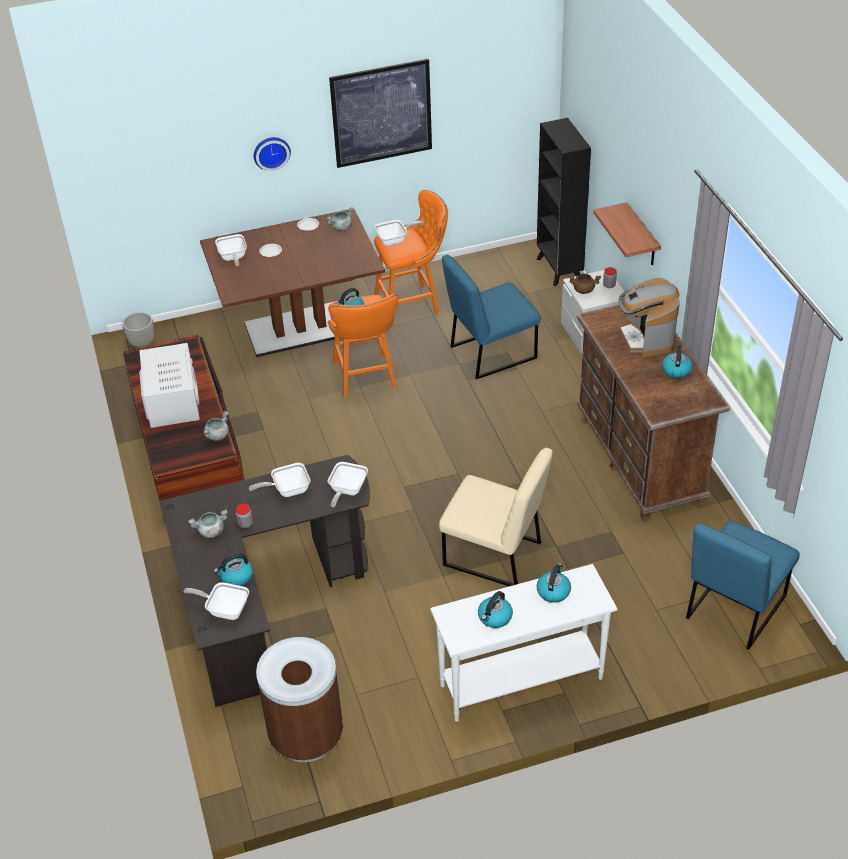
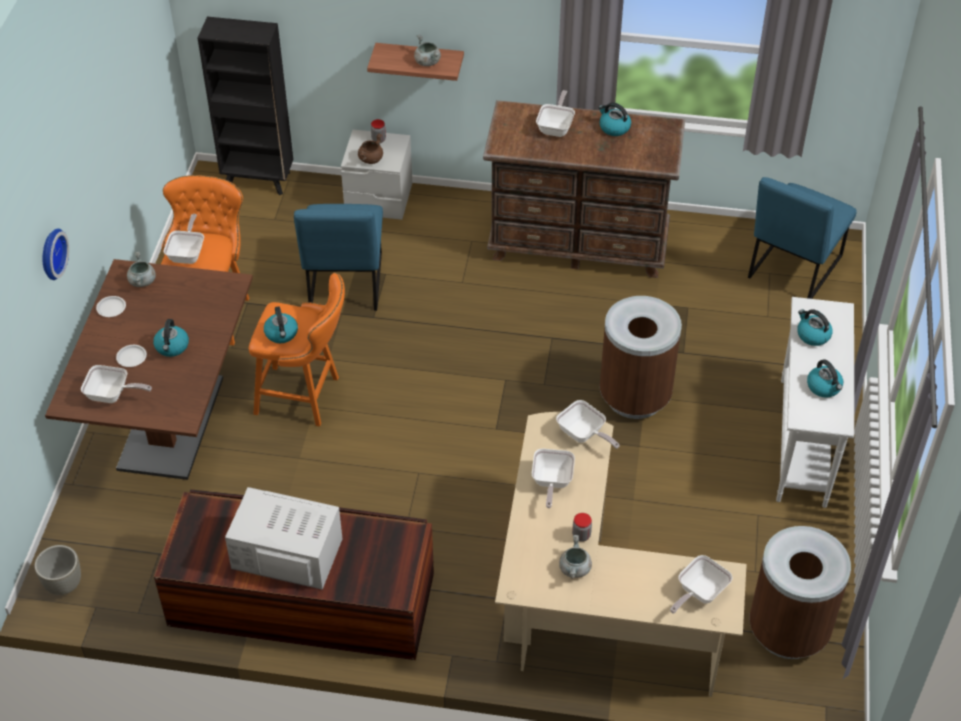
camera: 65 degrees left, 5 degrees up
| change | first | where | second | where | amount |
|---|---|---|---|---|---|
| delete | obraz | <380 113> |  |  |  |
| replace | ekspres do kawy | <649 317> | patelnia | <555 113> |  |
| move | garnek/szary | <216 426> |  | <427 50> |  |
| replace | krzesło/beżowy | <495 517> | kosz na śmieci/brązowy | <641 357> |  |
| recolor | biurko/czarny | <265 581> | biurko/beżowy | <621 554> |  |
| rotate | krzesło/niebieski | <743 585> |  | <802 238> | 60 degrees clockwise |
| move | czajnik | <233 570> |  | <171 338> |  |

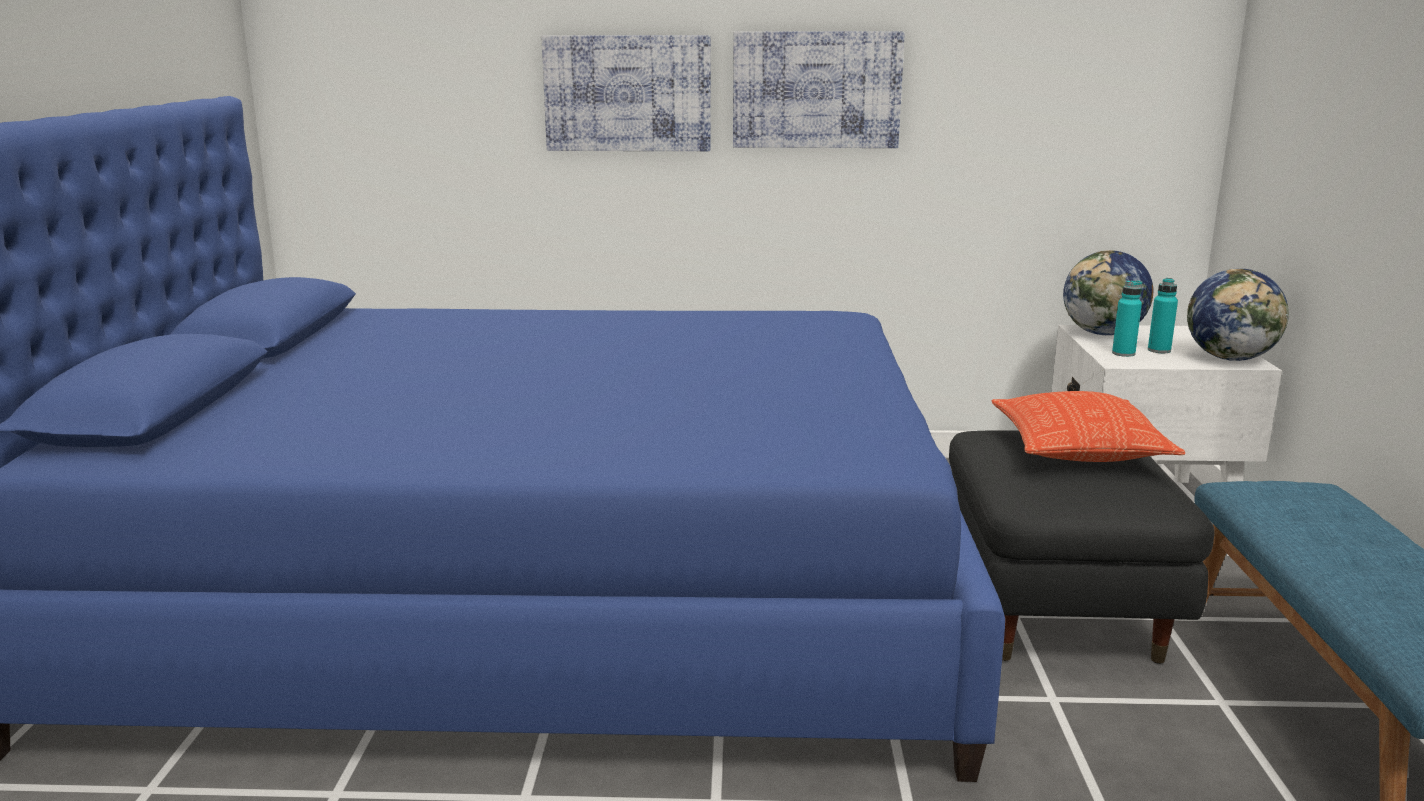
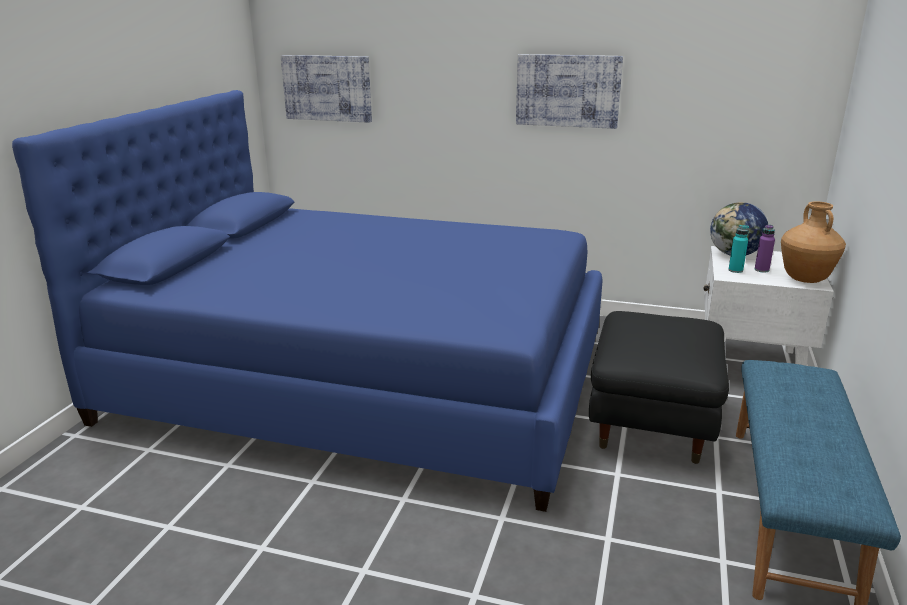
camera: 15 degrees right, 5 degrees up
| change | first | where | second | where | amount |
|---|---|---|---|---|---|
| move | obraz | <626 93> |  | <326 89> |  |
| replace | globus | <1238 315> | wazon/brązowy | <813 242> |  |
| recolor | butelka/turkusowy | <1163 315> | butelka/fioletowy | <765 249> |  |
| delete | poduszka/pomarańczowy | <1088 426> |  |  |  |

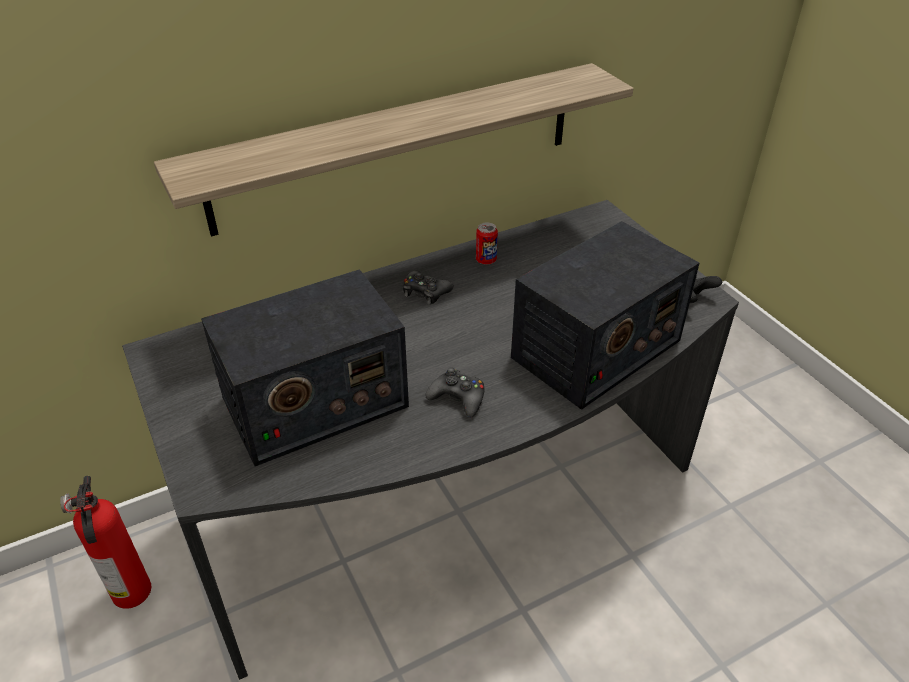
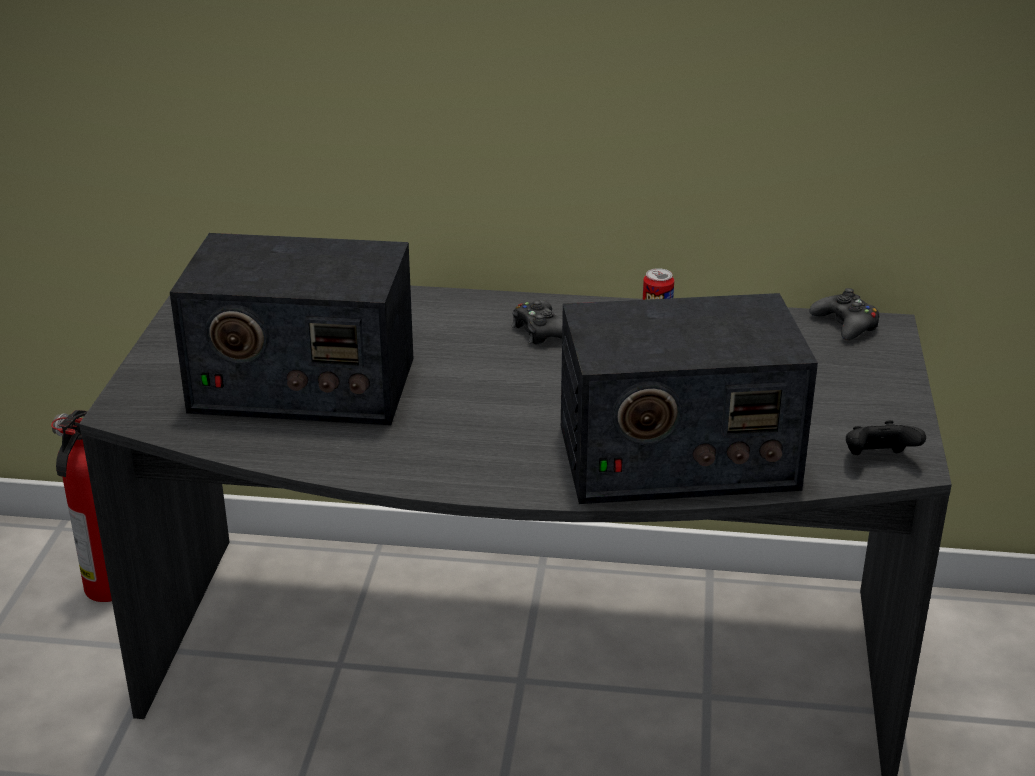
camera: 35 degrees right, 10 degrees down
| change | first | where | second | where | amount |
|---|---|---|---|---|---|
| delete | półka | <394 149> |  |  |  |
| move | pad do gier/czarny | <455 392> |  | <844 314> |  |

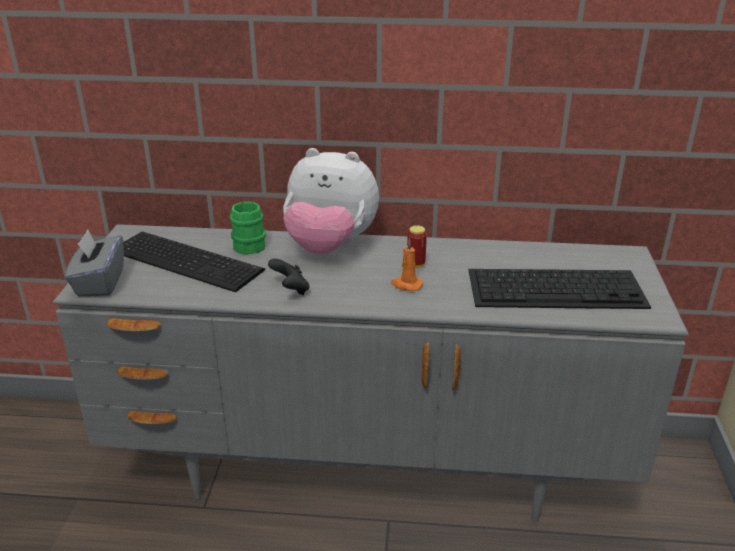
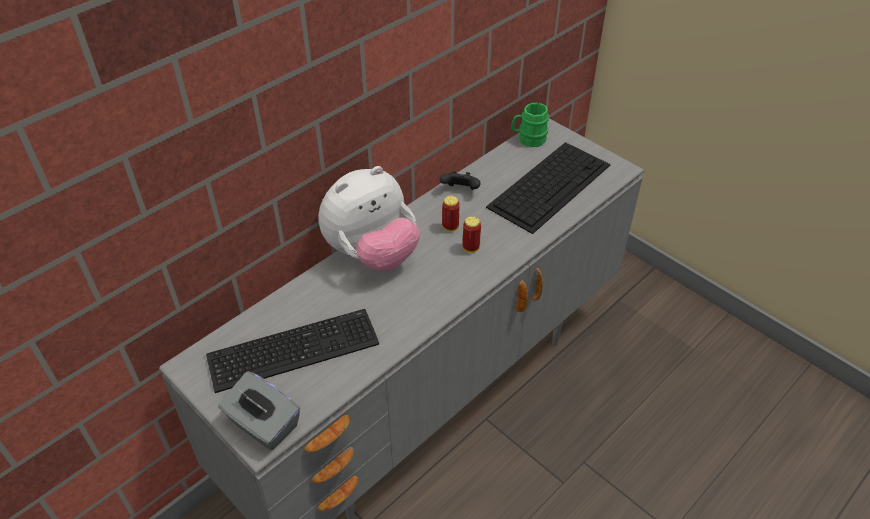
camera: 50 degrees left, 15 degrees up
| change | first | where | second | where | amount |
|---|---|---|---|---|---|
| move | kubek/zielony | <248 228> |  | <530 125> |  |
| replace | świeca/pomarańczowy | <407 264> | puszka | <472 234> |  |
| move | pad do gier/czarny | <289 276> |  | <460 180> |  |

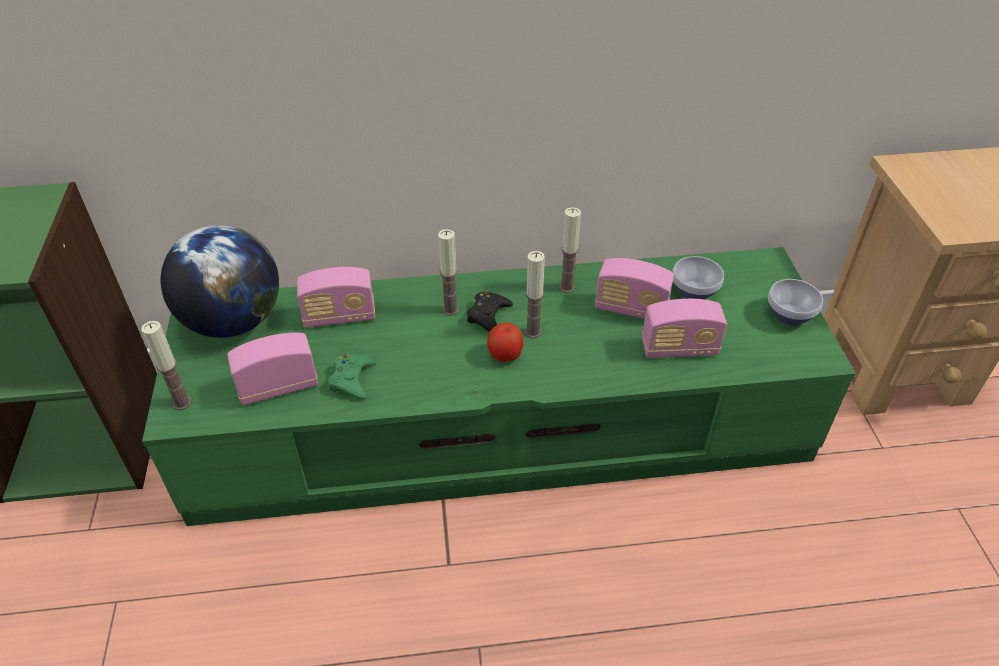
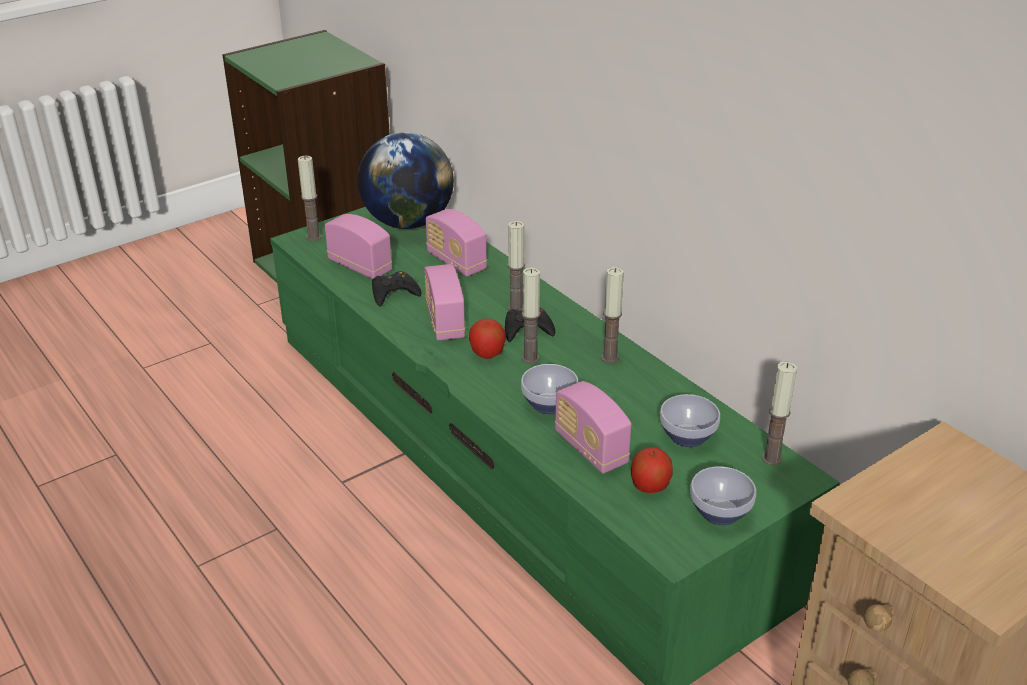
camera: 60 degrees right, 10 degrees down
| change | first | where | second | where | amount |
|---|---|---|---|---|---|
| move | radio | <634 288> |  | <444 302> |  |
| recolor | pad do gier/zielony | <352 377> | pad do gier/czarny | <397 288> |  |
| insert |  |  | świeca | <779 413> |  |
| insert |  |  | miska | <549 389> |  |
| insert |  |  | jabłko | <652 470> |  |

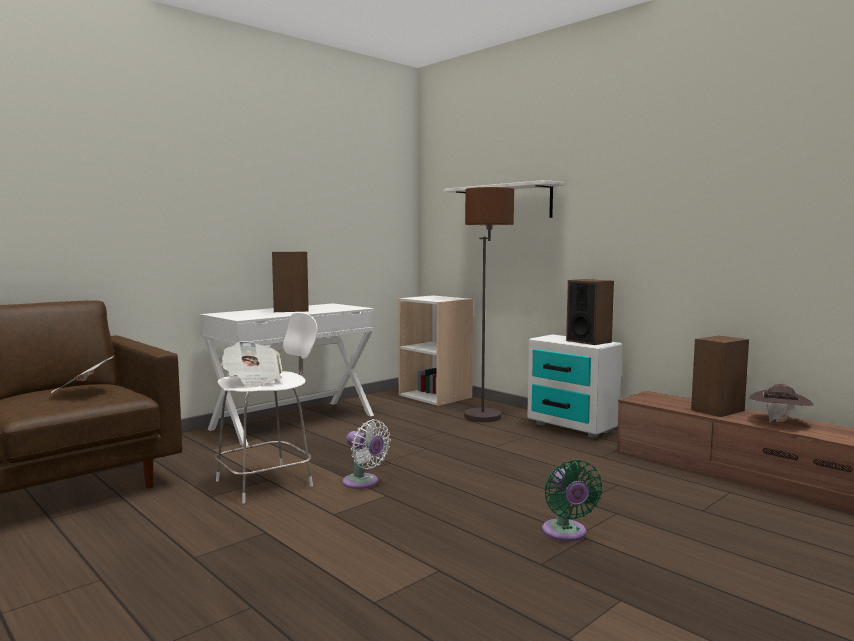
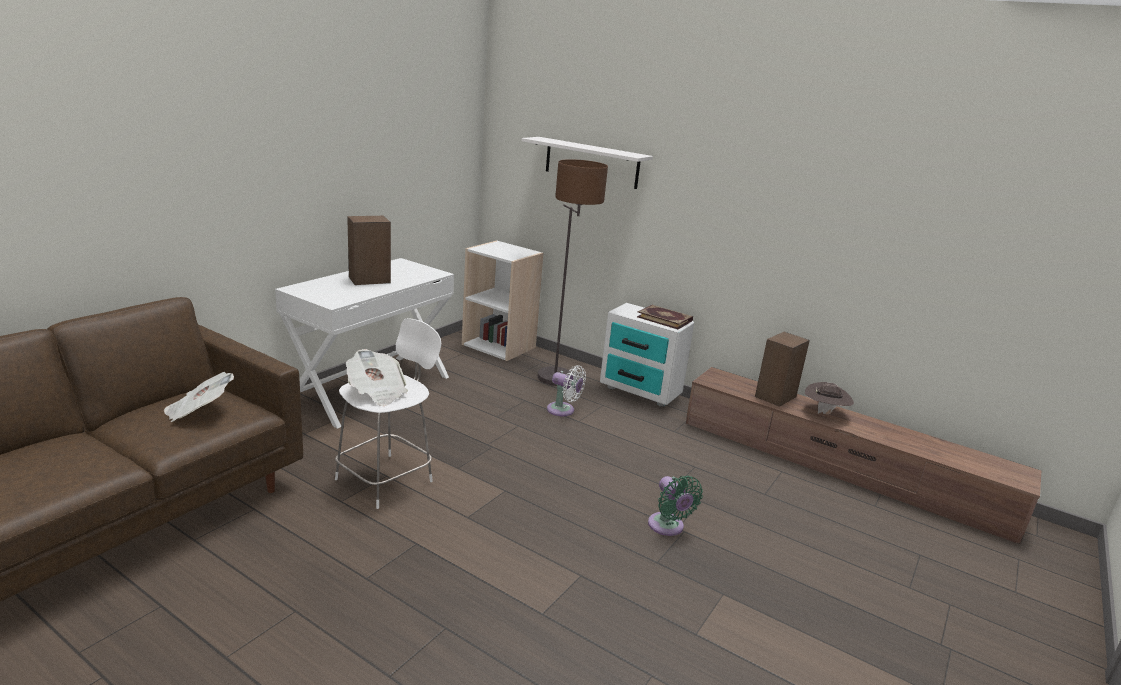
camera: 15 degrees left, 15 degrees up
| change | first | where | second | where | amount |
|---|---|---|---|---|---|
| replace | głośnik | <590 312> | książka | <665 317> |  |
| move | wentylator/biały | <366 454> |  | <566 390> |  |

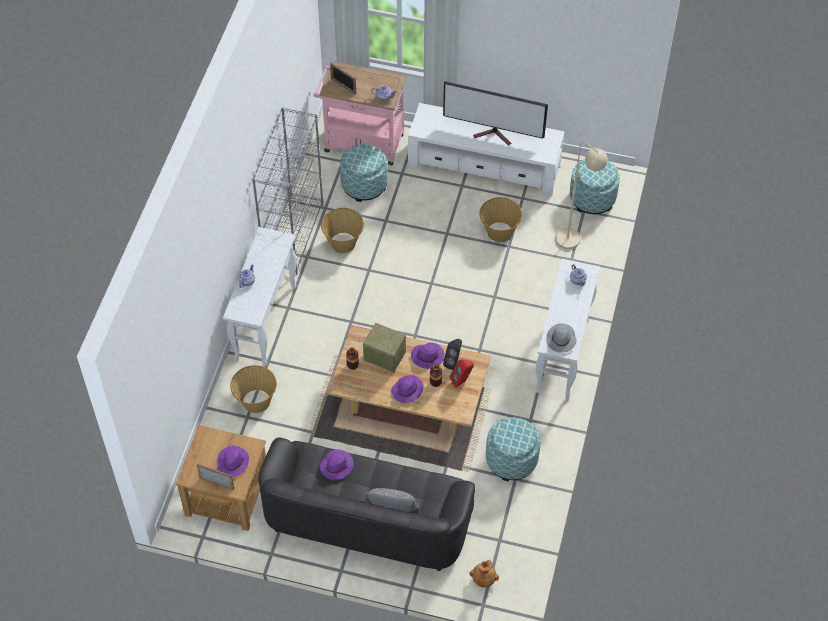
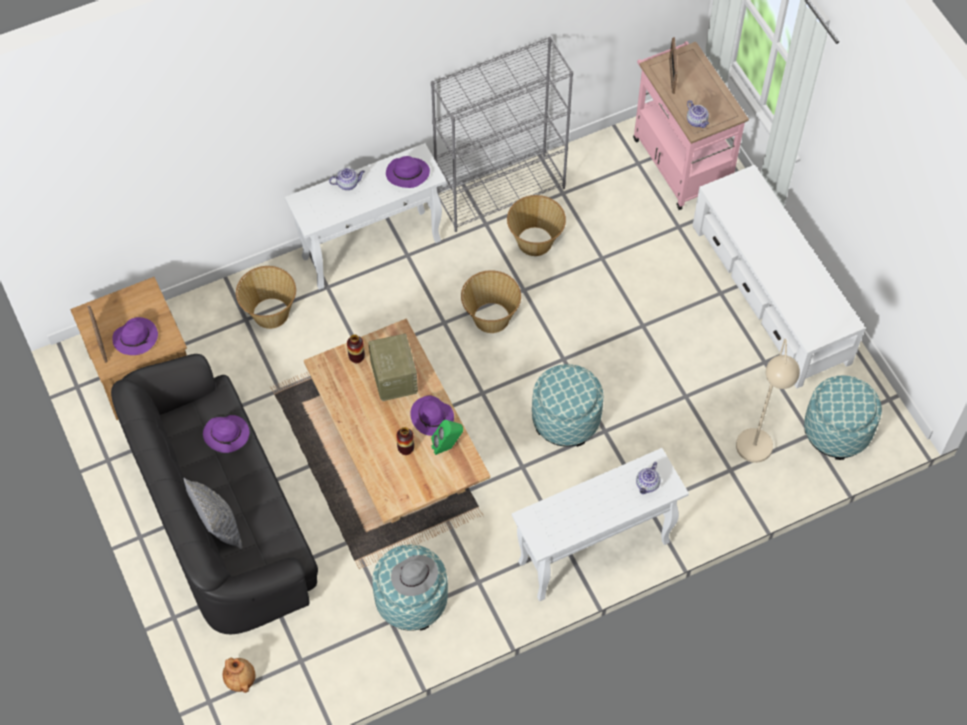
camera: 50 degrees right, 5 degrees up
| change | first | where | second | where | amount |
|---|---|---|---|---|---|
| delete | telewizor | <495 113> |  |  |  |
| move | pufa | <364 173> |  | <567 405> |  |
| move | koszyk | <500 219> |  | <491 301> |  |
| move | kapelusz/szary | <561 338> |  | <414 575> |  |
| recolor | głośnik/czarny | <452 354> | głośnik/zielony | <447 437> |  |
| delete | głośnik/czerwony | <462 373> |  |  |  |
| move | kapelusz/fioletowy | <407 389> |  | <408 172> |  |

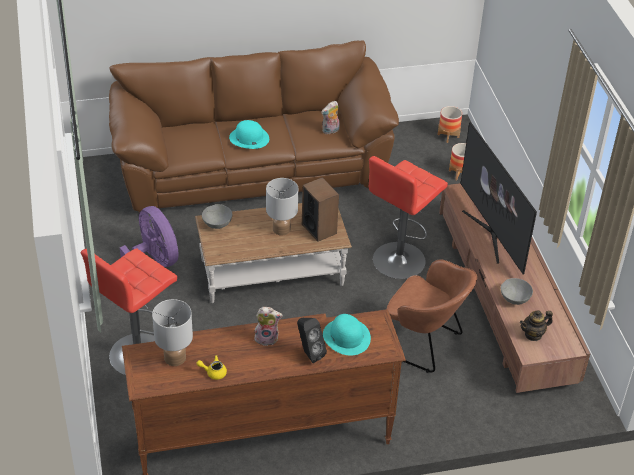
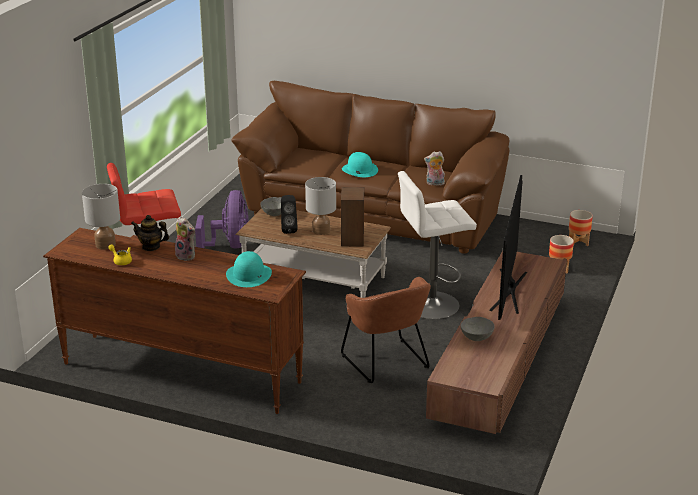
camera: 35 degrees right, 15 degrees down
| change | first | where | second | where | amount |
|---|---|---|---|---|---|
| recolor | stołek/czerwony | <408 217> | stołek/biały | <437 245> |  |
| move | imbryk | <536 325> |  | <150 233> |  |
| move | głośnik/czarny | <312 340> |  | <289 214> |  |

